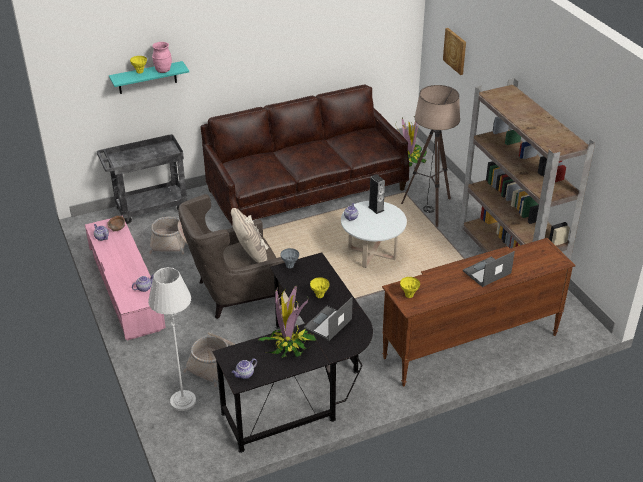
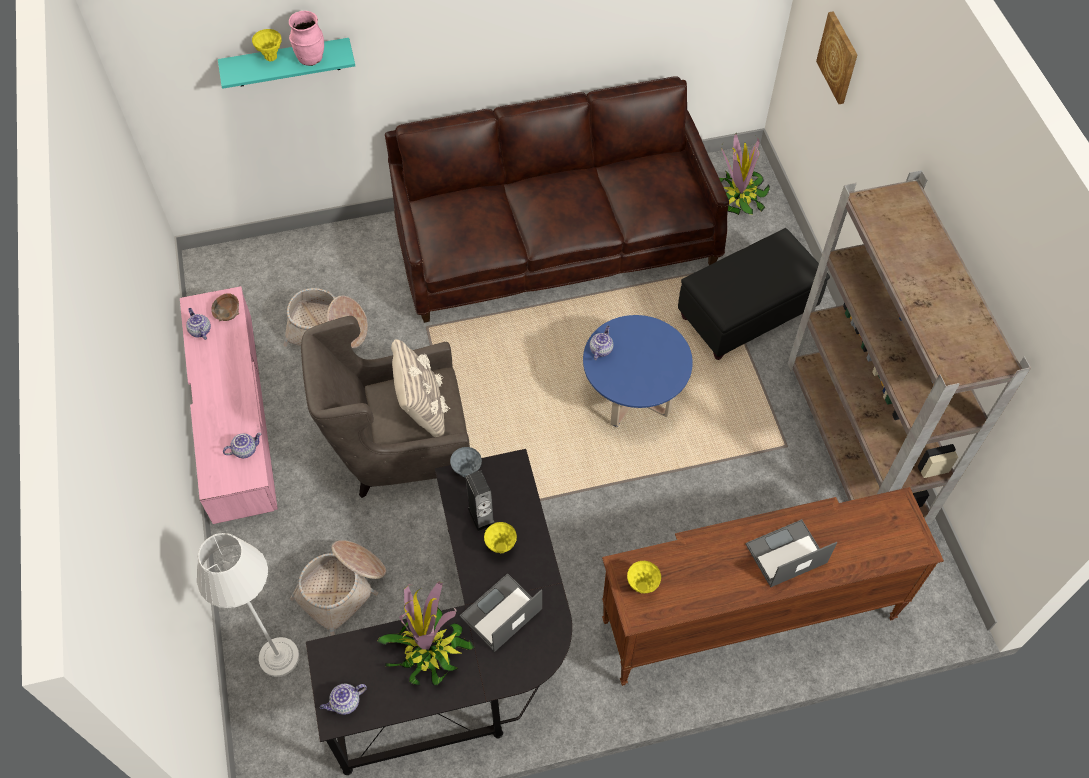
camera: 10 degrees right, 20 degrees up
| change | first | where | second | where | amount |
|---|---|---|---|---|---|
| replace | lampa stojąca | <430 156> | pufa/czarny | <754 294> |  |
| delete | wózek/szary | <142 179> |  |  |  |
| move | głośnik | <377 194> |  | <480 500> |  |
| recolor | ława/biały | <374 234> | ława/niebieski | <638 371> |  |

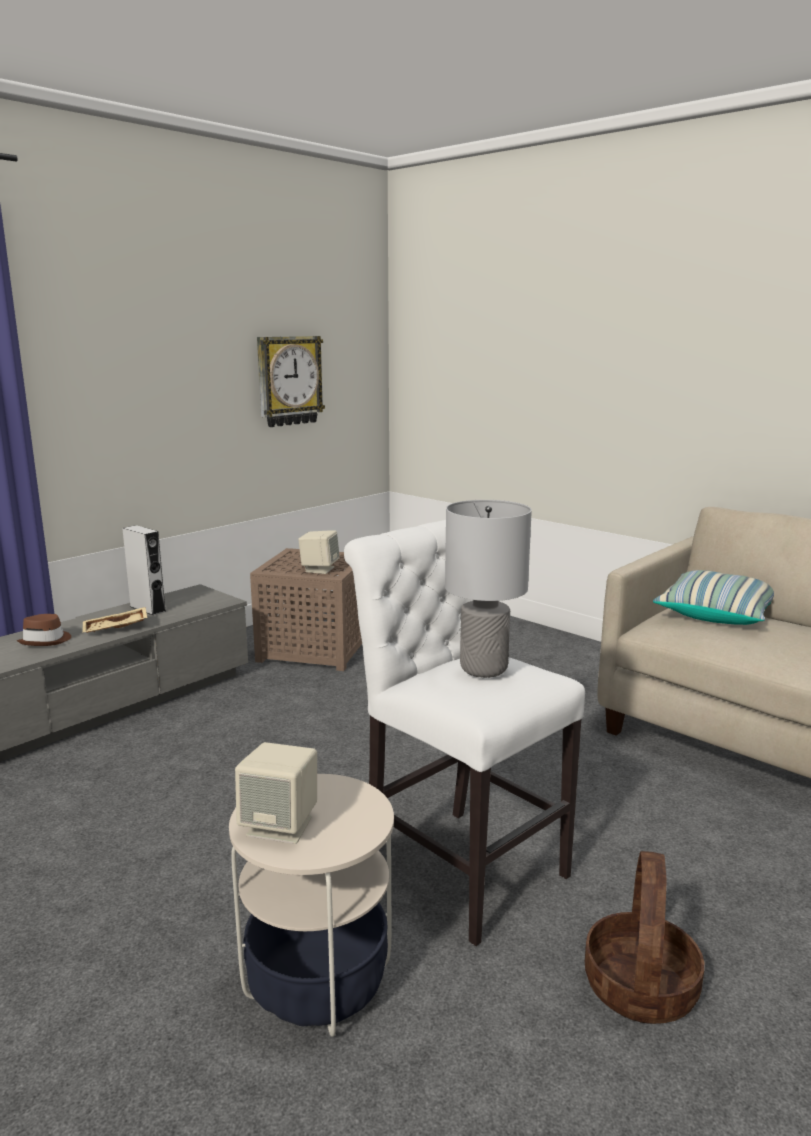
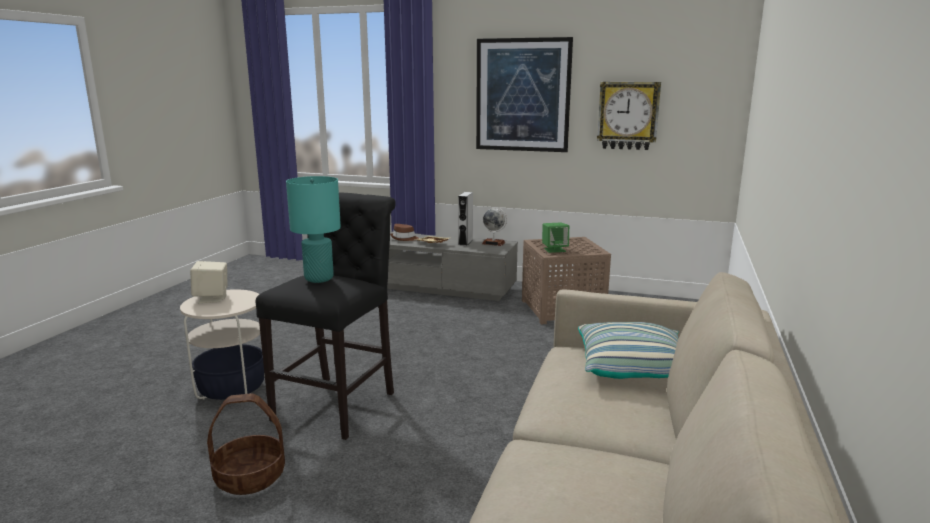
camera: 65 degrees right, 0 degrees up
| change | first | where | second | where | amount |
|---|---|---|---|---|---|
| recolor | lampa stołowa/szary | <488 589> | lampa stołowa/turkusowy | <313 229> |  |
| recolor | stołek/biały | <464 733> | stołek/czarny | <326 316> |  |
| recolor | głośnik/beżowy | <319 552> | głośnik/zielony | <555 238> |  |
| insert |  |  | obraz | <524 94> |  |
| insert |  |  | globus | <494 227> |  |

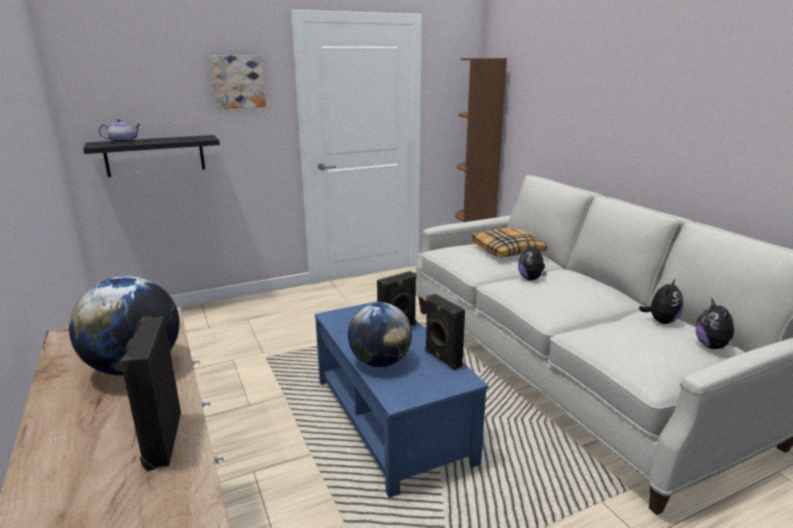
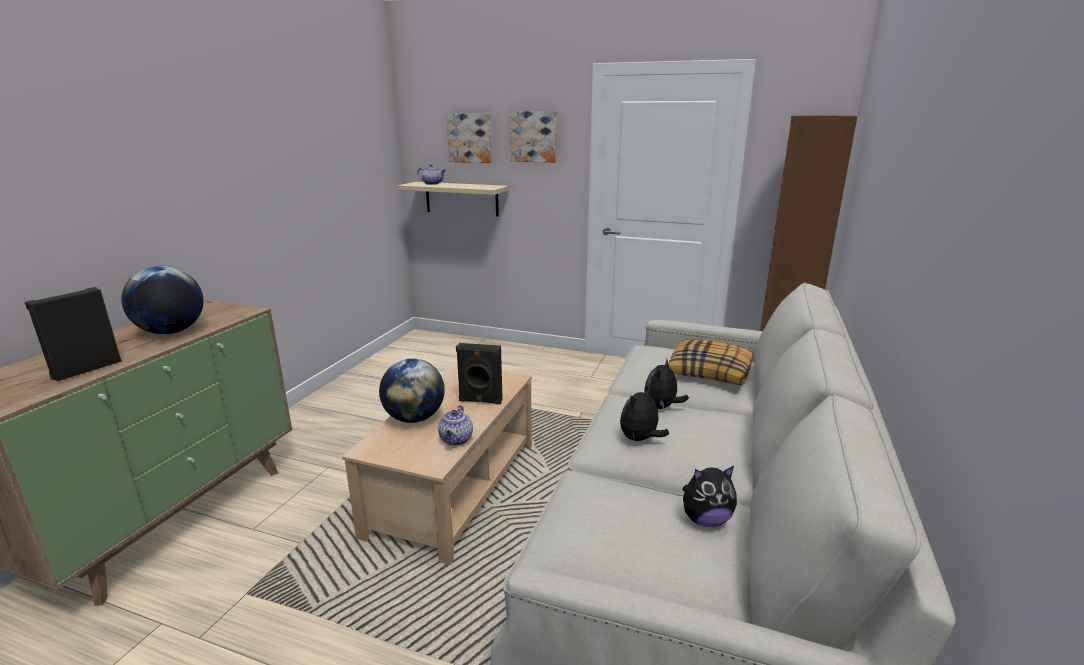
camera: 45 degrees right, 0 degrees up
| change | first | where | second | where | amount |
|---|---|---|---|---|---|
| recolor | półka/czarny | <151 156> | półka/beżowy | <453 199> |  |
| replace | głośnik/czarny | <445 332> | imbryk | <455 425> |  |
| move | pluszak | <717 323> |  | <644 413> |  |
| recolor | ława/niebieski | <401 399> | ława/beżowy | <437 464> |  |
| insert |  |  | obraz | <469 138> |  |

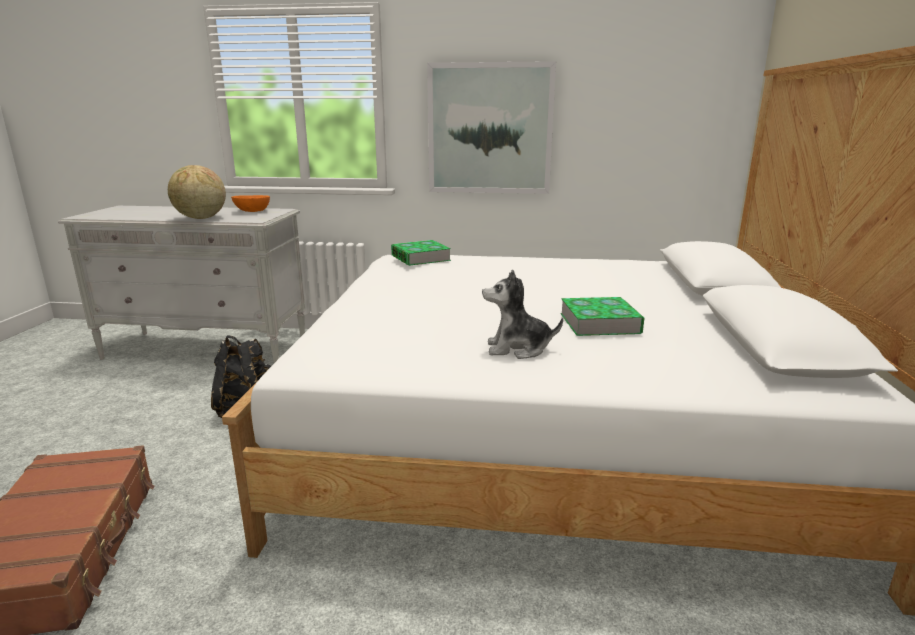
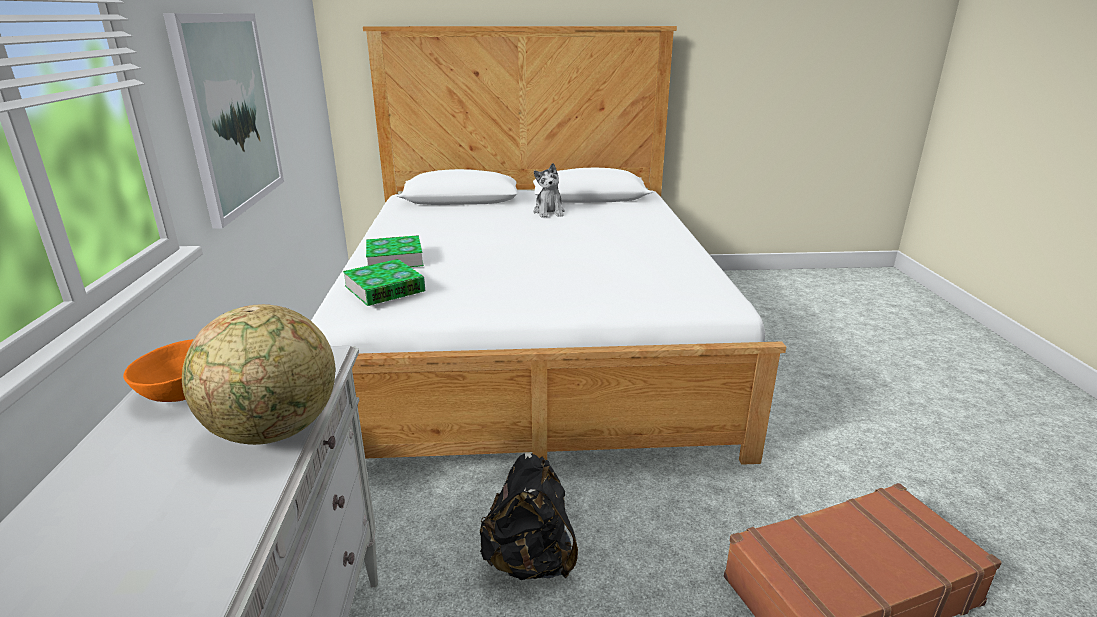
camera: 100 degrees left, 5 degrees up
| change | first | where | second | where | amount |
|---|---|---|---|---|---|
| move | pluszak | <522 314> |  | <549 190> |  |
| move | książka | <602 316> |  | <395 251> |  |

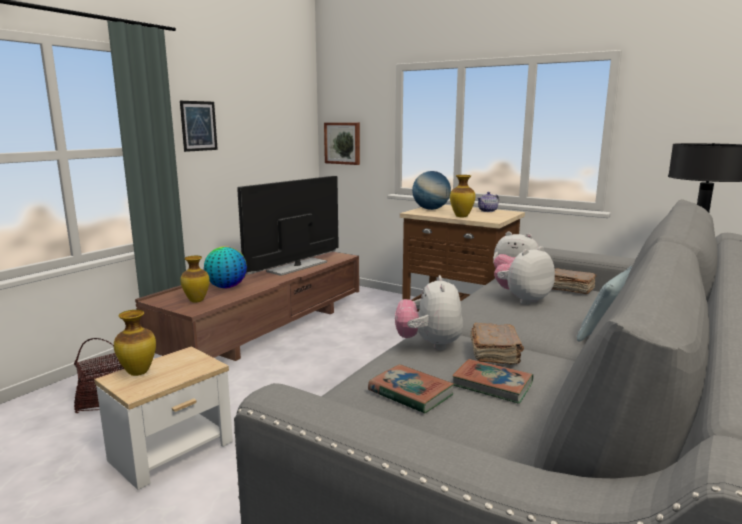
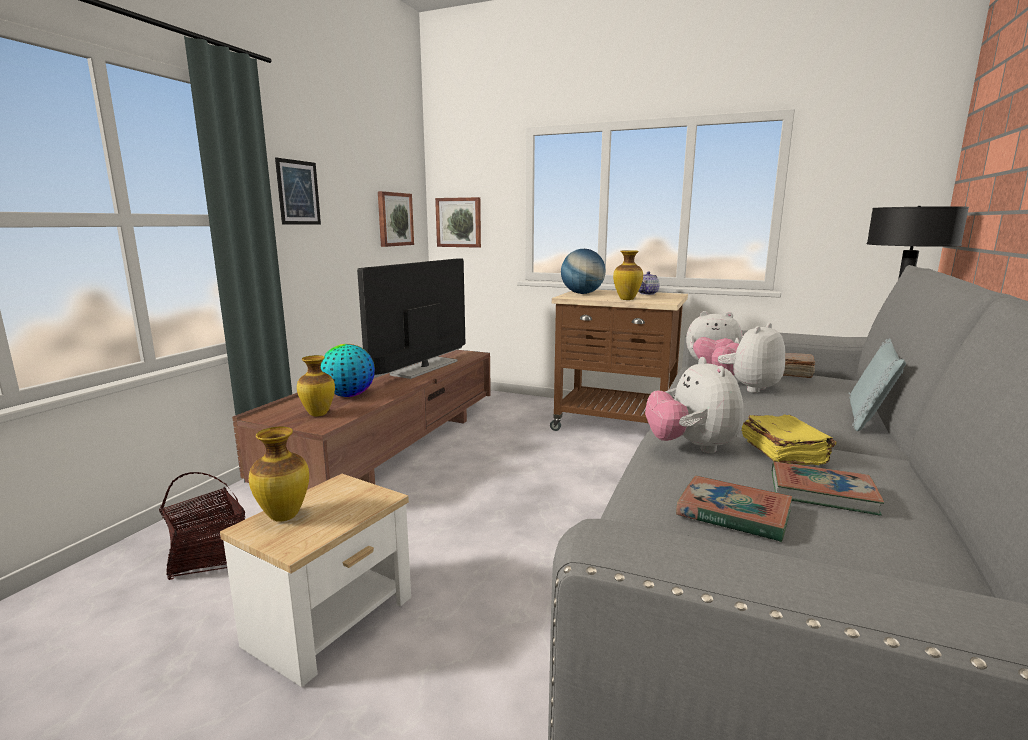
camera: 10 degrees left, 0 degrees up
| change | first | where | second | where | amount |
|---|---|---|---|---|---|
| recolor | książka/brązowy | <497 344> | książka/żółty | <789 440> |  |
| insert |  |  | obraz | <396 219> |  |

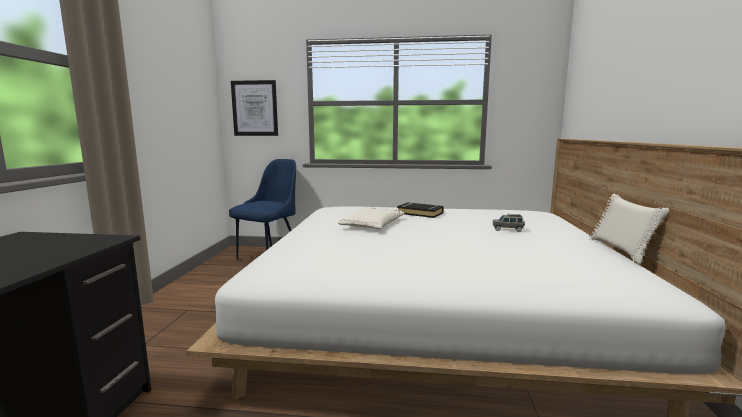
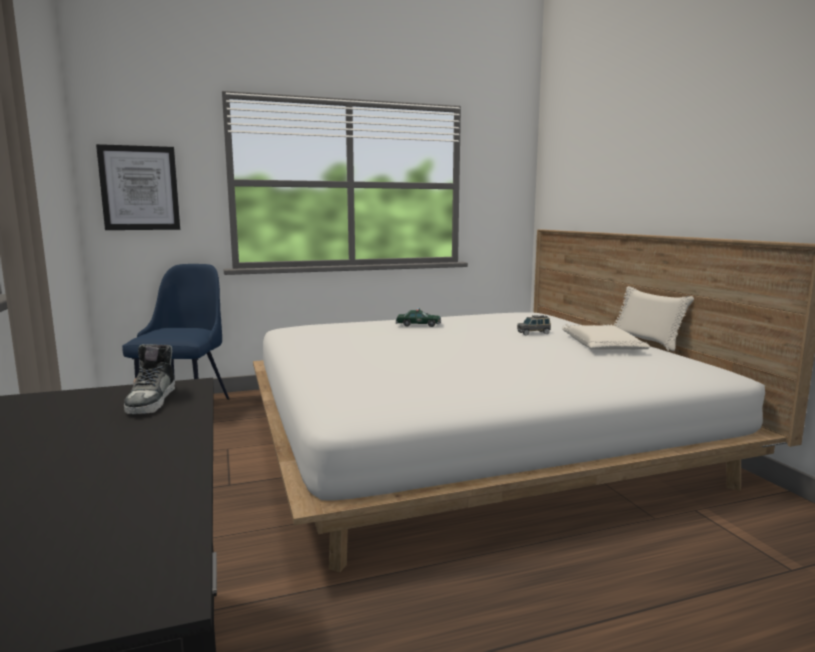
camera: 25 degrees left, 0 degrees up
| change | first | where | second | where | amount |
|---|---|---|---|---|---|
| replace | książka/czarny | <420 210> | samochodzik | <418 317> |  |
| move | poduszka/biały | <371 217> |  | <606 336> |  |
| insert |  |  | but | <149 379> |  |

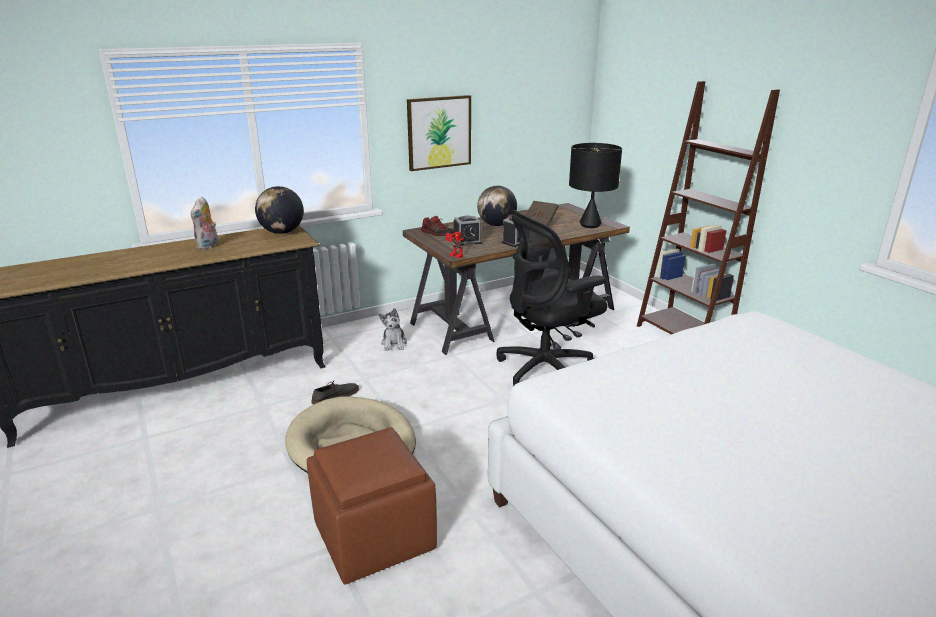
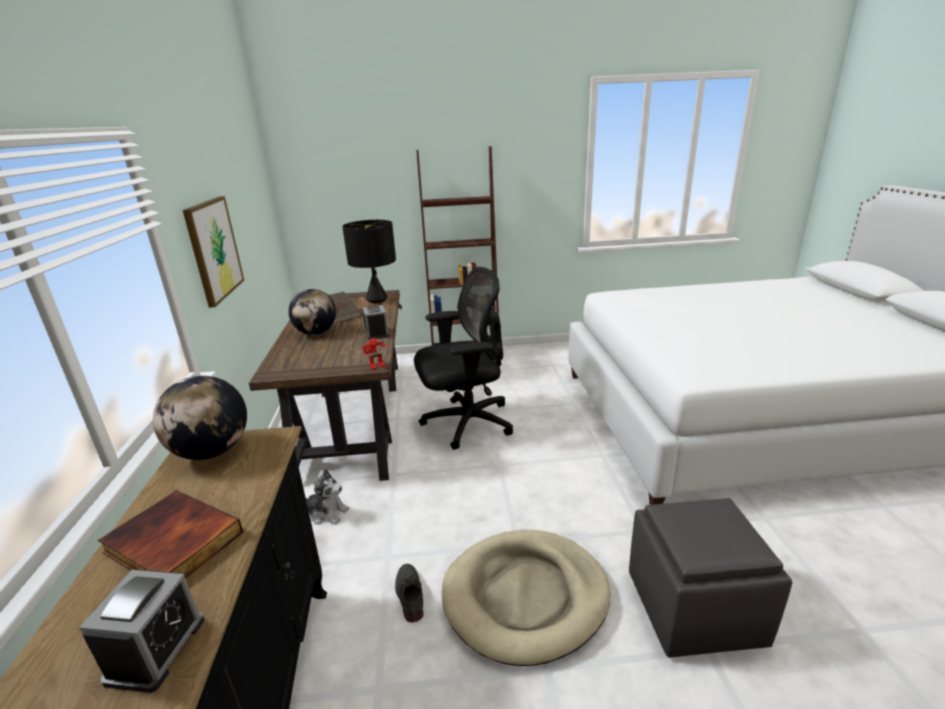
camera: 65 degrees left, 0 degrees up
| change | first | where | second | where | amount |
|---|---|---|---|---|---|
| replace | pluszak | <204 223> | książka | <170 534> |  |
| rotate | krzesło biurowe/czarny | <552 298> |  | <463 358> | 105 degrees counterclockwise |
| move | budzik | <467 230> |  | <141 631> |  |
| delete | but | <437 226> |  |  |  |
| recolor | pufa/brązowy | <372 505> | pufa/szary | <710 578> |  |

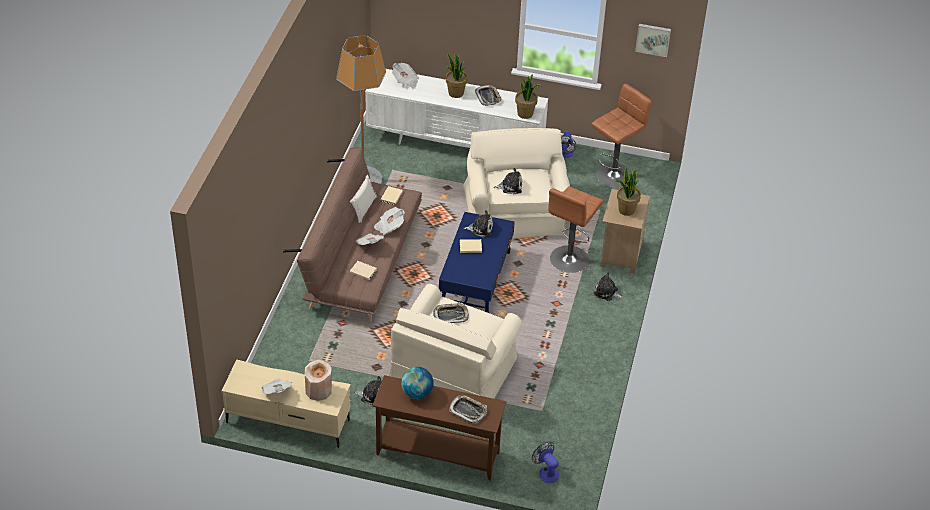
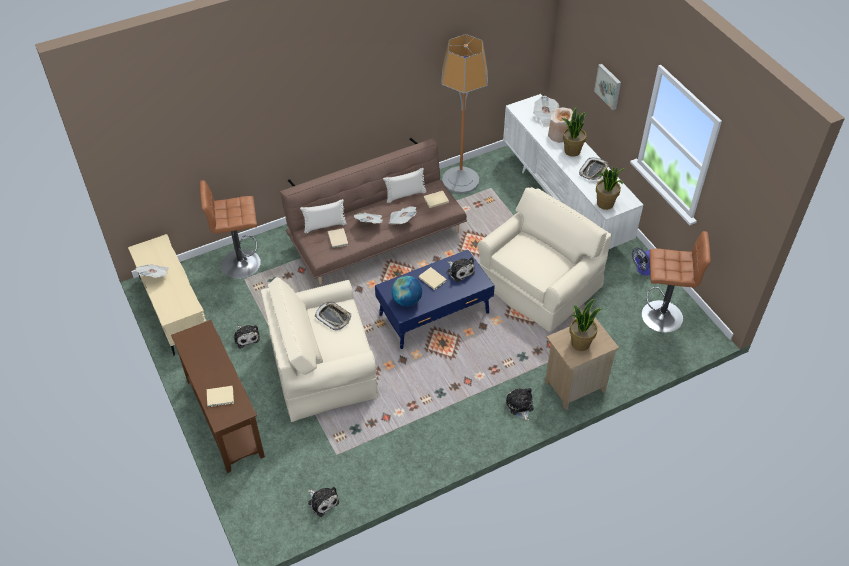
camera: 50 degrees right, 5 degrees up
| change | first | where | second | where | amount |
|---|---|---|---|---|---|
| move | obraz | <653 40> |  | <607 87> |  |
| move | pluszak | <508 181> |  | <323 502> |  |
| move | stołek/brązowy | <575 229> |  | <230 229> |  |
| move | wazon/beżowy | <318 380> |  | <560 125> |  |
| move | globus | <417 383> |  | <406 291> |  |
| replace | taca | <468 409> | książka/beżowy | <220 396> |  |
| delete | wentylator | <545 462> |  |  |  |
| insert |  |  | poduszka/biały | <323 216> |  |

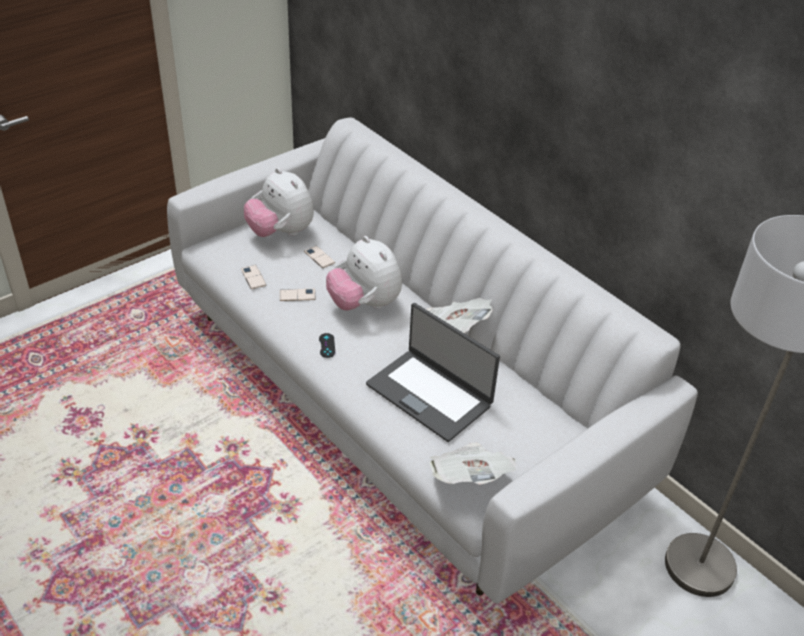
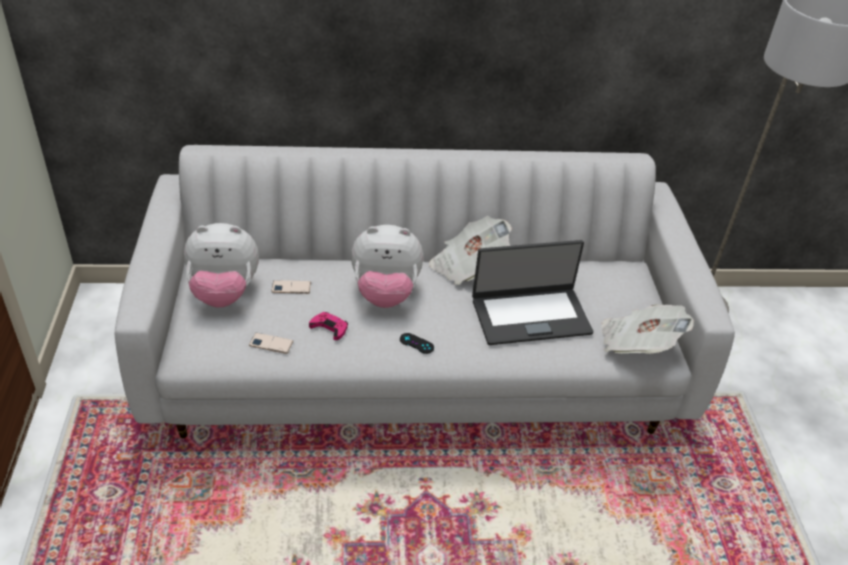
camera: 55 degrees left, 0 degrees up
| change | first | where | second | where | amount |
|---|---|---|---|---|---|
| replace | telefon | <297 295> | pad do gier/różowy | <328 326> |  |

